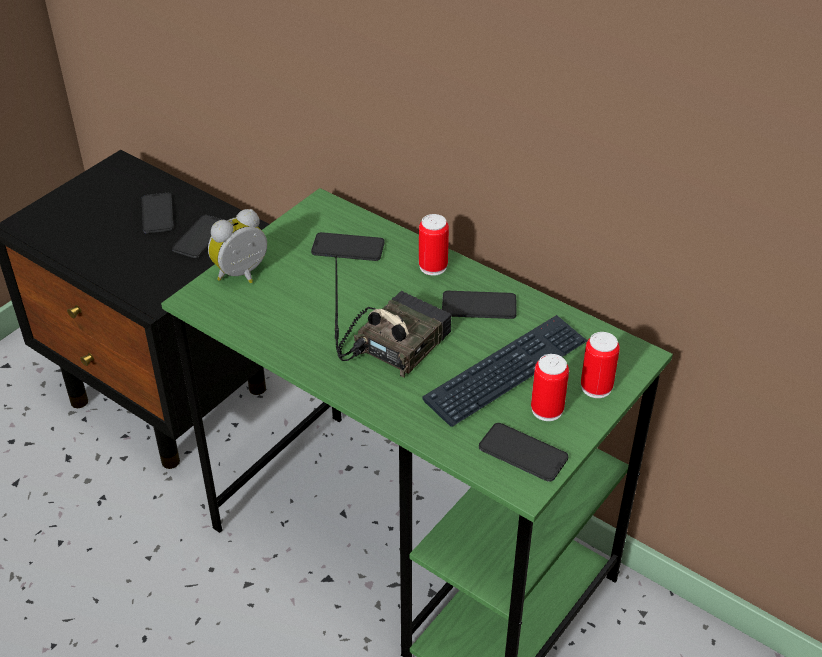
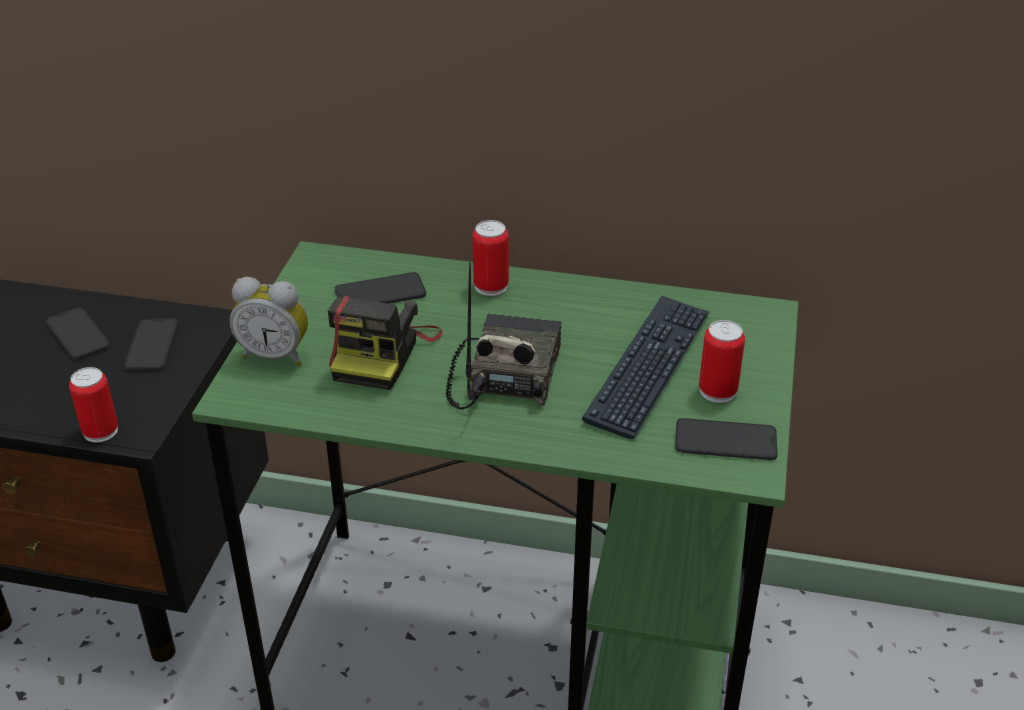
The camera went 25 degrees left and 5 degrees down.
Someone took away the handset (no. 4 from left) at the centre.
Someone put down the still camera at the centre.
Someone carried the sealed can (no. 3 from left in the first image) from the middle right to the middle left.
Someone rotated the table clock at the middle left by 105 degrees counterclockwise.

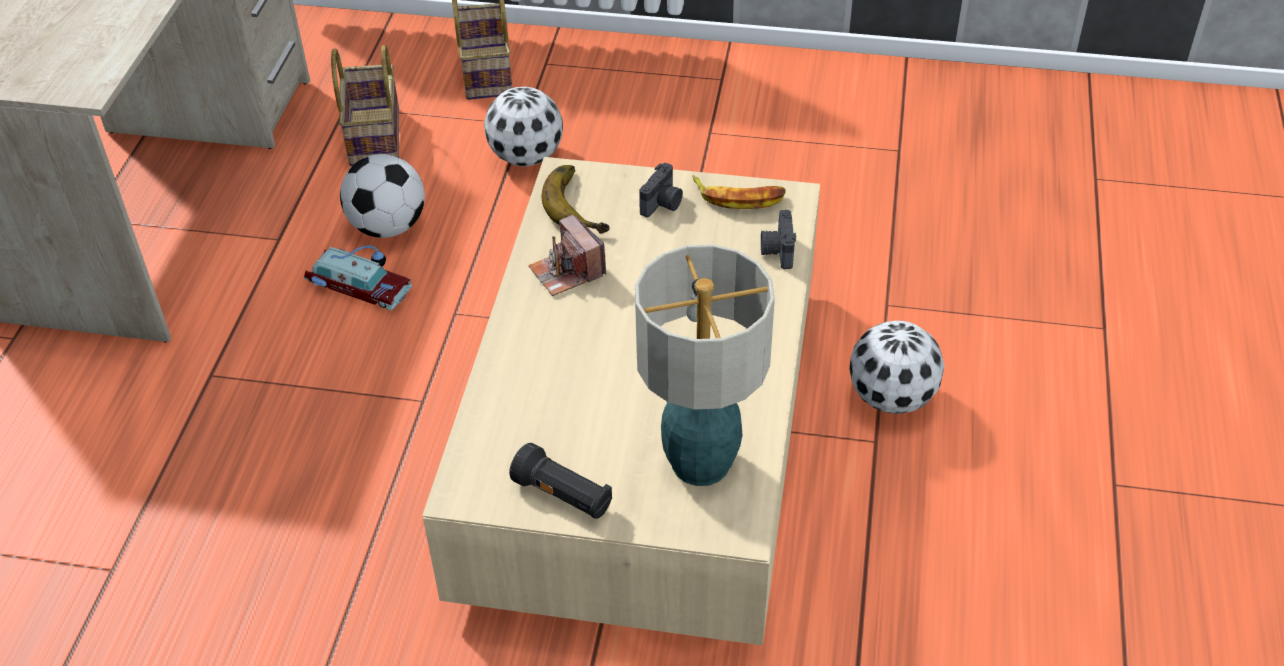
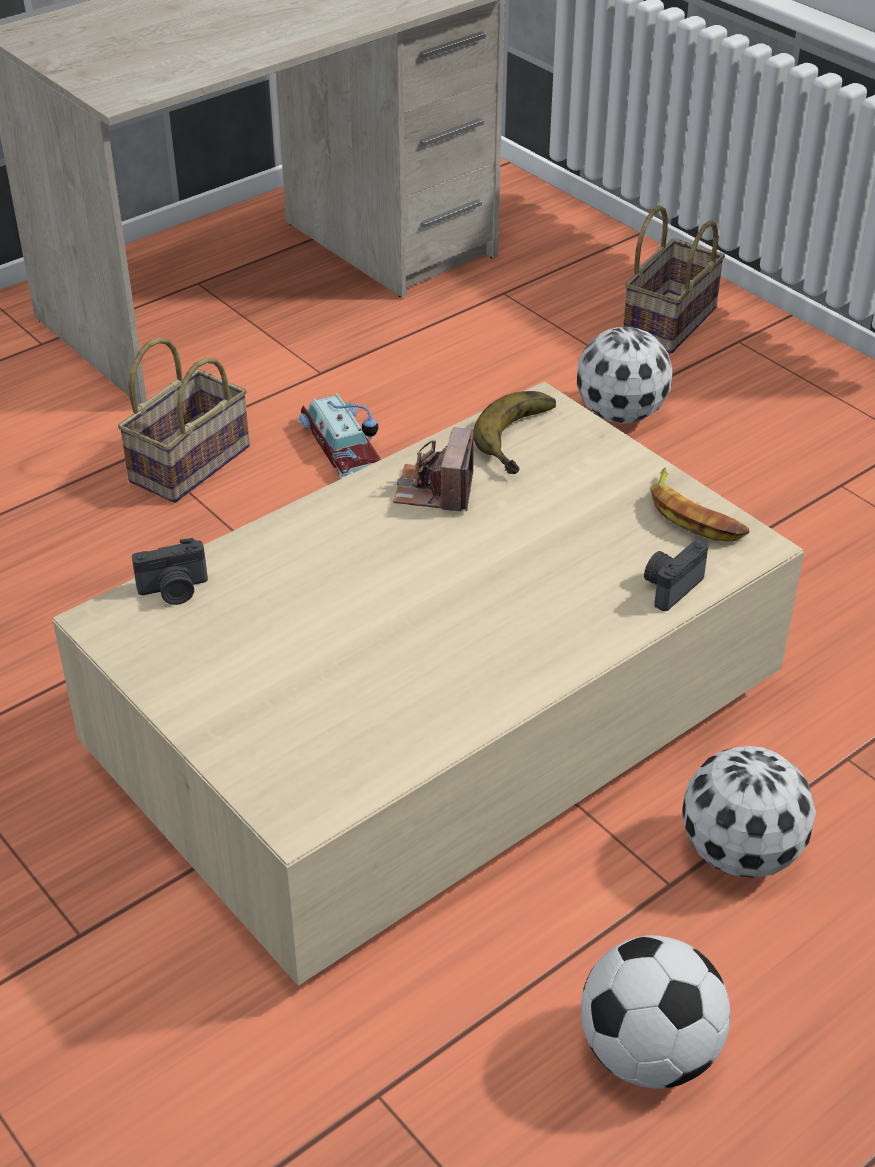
The camera went 40 degrees right and 5 degrees down.
Someone took away the torch in black at the bottom centre.
Someone took away the tabletop lamp at the centre.
Someone carried the storage basket (no. 1 from left) from the top left to the middle left.
Someone carried the ball for football (no. 1 from left in the first image) from the top left to the bottom right.
Someone carried the still camera (no. 2 from left in the first image) from the top centre to the middle left.

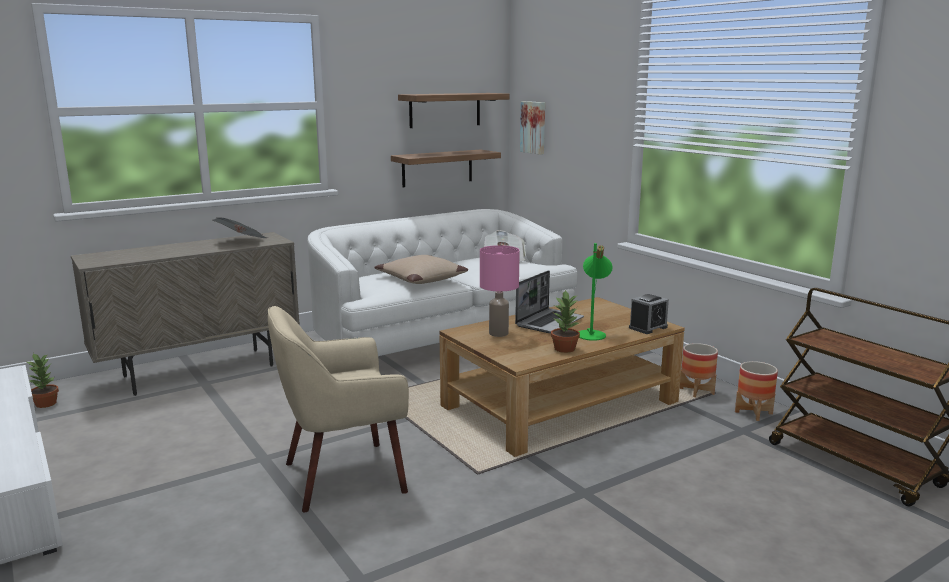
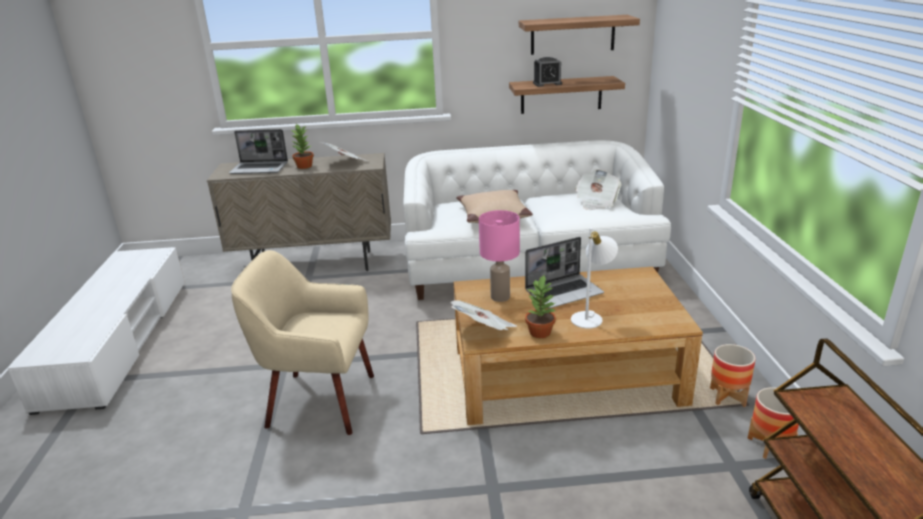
The camera went 30 degrees right and 10 degrees up.
Someone took away the wall art at the top centre.
Someone put down the portable computer (no. 1 from left) at the top left.
Someone put down the printed paper (no. 2 from left) at the centre.
Someone carried the plant in a pot (no. 1 from left) from the middle left to the top left.
Someone carried the table clock from the middle right to the top centre.
Someone repainted the tabletop lamp in greenish at the centre, which became the tabletop lamp in white at the centre.

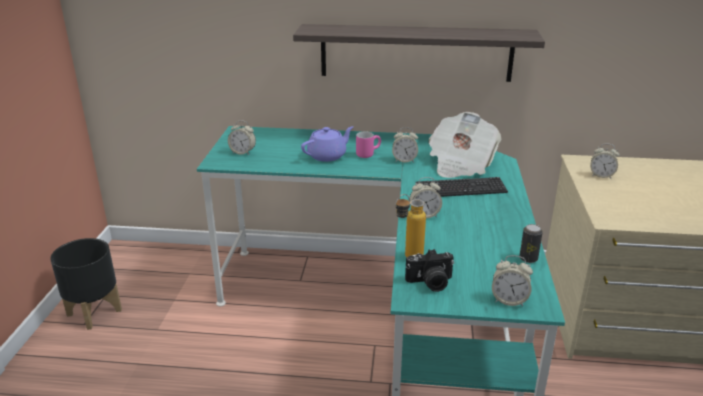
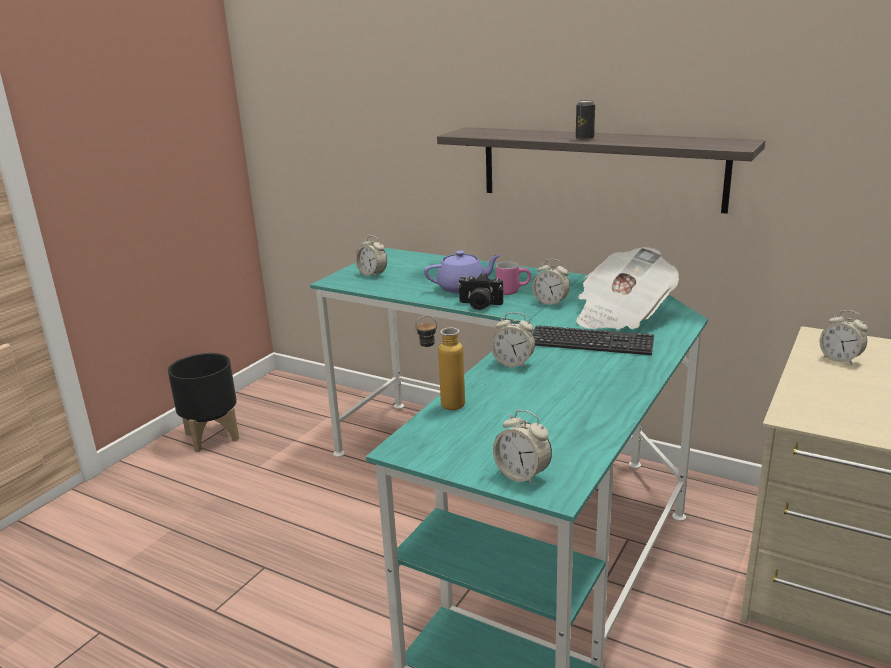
The camera went 25 degrees right and 5 degrees down.
Someone carried the still camera from the bottom centre to the centre.
Someone carried the sealed can from the middle right to the top centre.

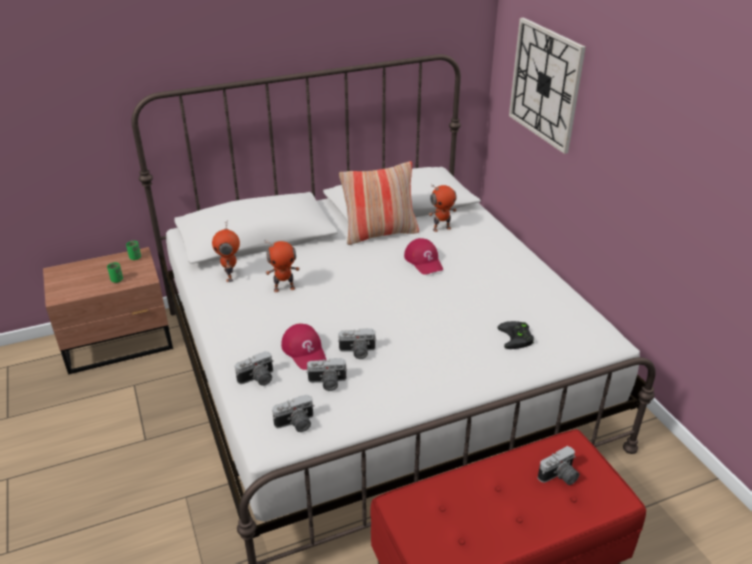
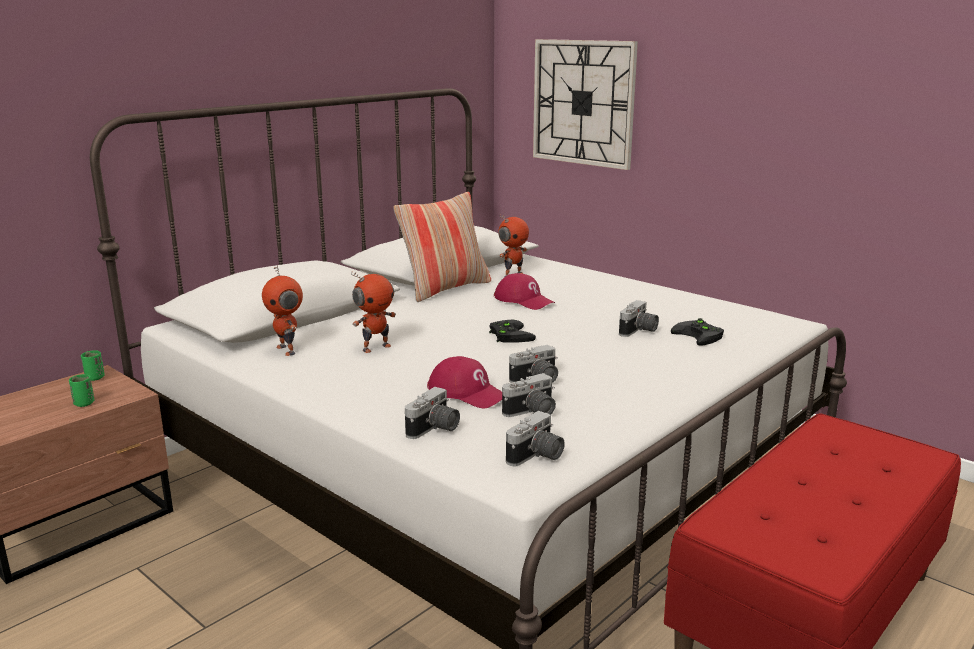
The camera went 25 degrees left and 15 degrees down.
Someone put down the game controller in black (no. 1 from left) at the centre.
Someone carried the still camera (no. 5 from left) from the bottom right to the centre.

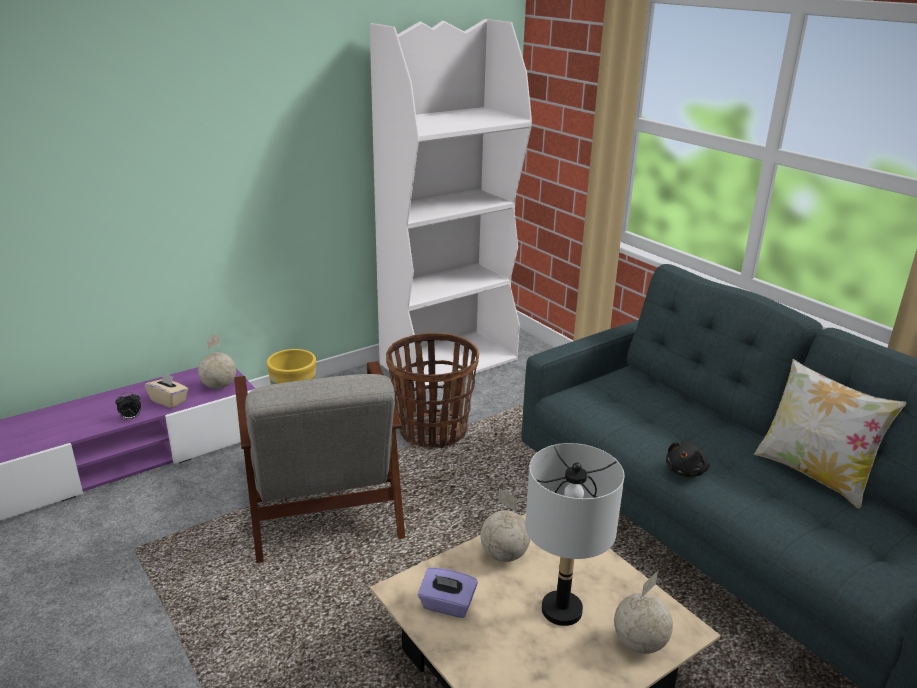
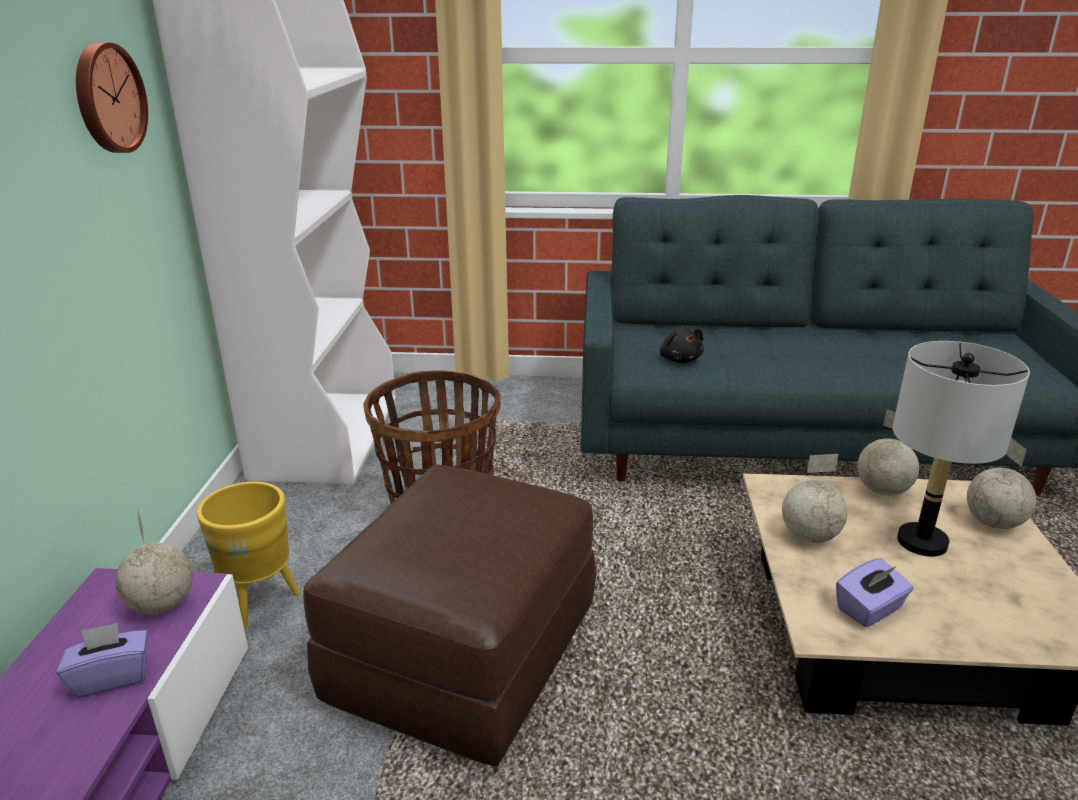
The camera went 50 degrees left and 0 degrees up.
Someone took away the table clock at the middle left.
Someone took away the pillow at the middle right.
Someone put up the wall clock at the top left.
Someone put down the globe (no. 3 from left) at the middle right.
Someone carried the plush toy in black from the bottom right to the centre.
Someone swapped the easy chair in grey at the bottom centre for the ottoman in brown at the bottom centre.
Someone repainted the tissue holder in beige-coloured at the middle left, which became the tissue holder in purplish (no. 1 from left) at the bottom left.

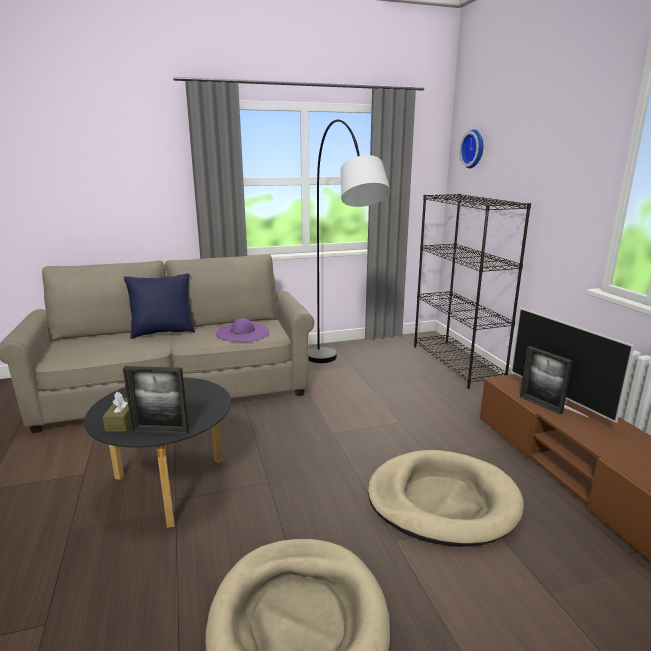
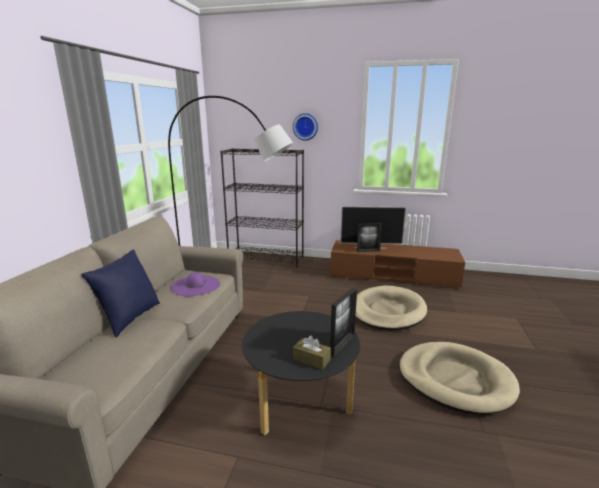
The camera went 60 degrees left and 0 degrees up.
Someone carried the wall clock from the top right to the top centre.

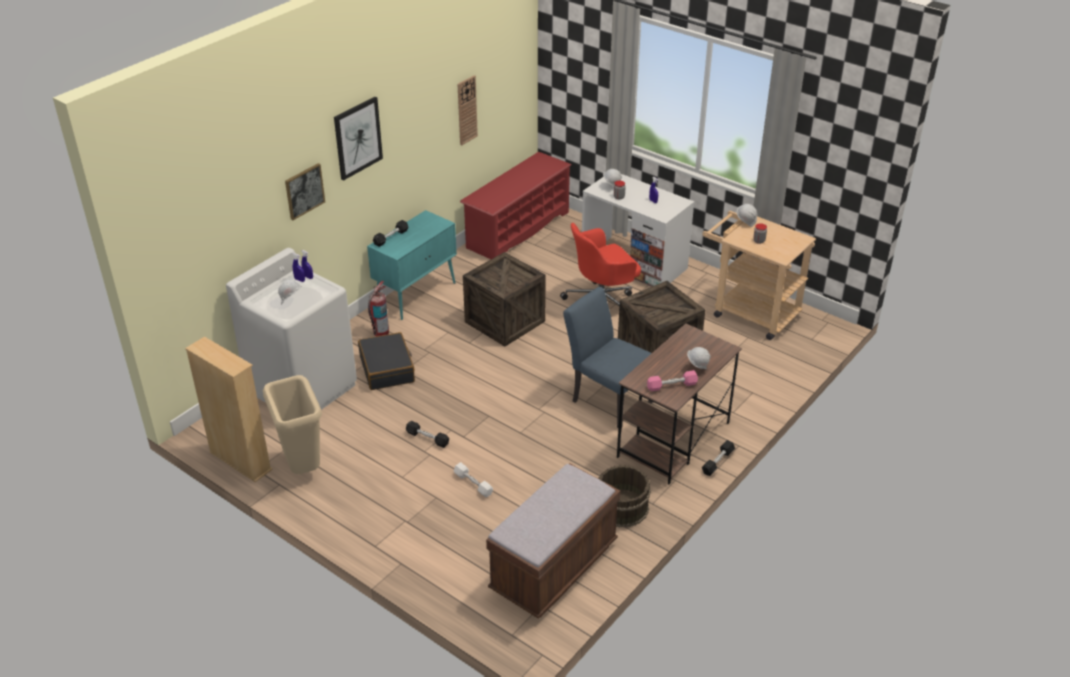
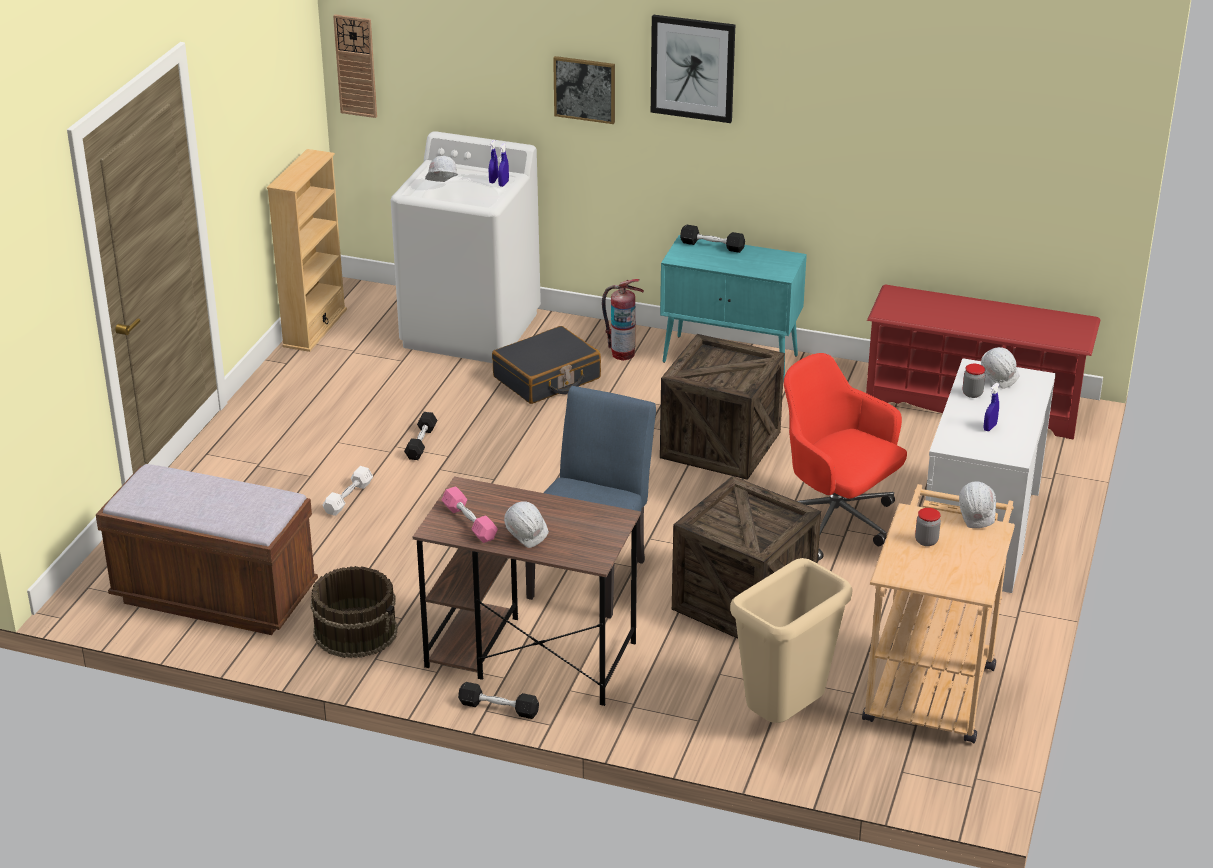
The camera went 70 degrees right and 5 degrees down.
Someone carried the waste bin in beige-coloured from the middle left to the bottom centre.
Someone carried the wall clock from the top centre to the top left.

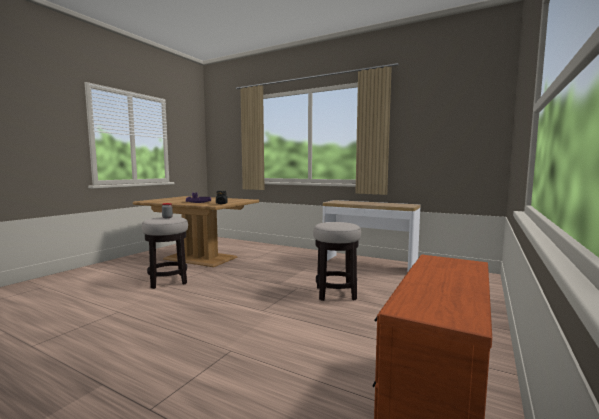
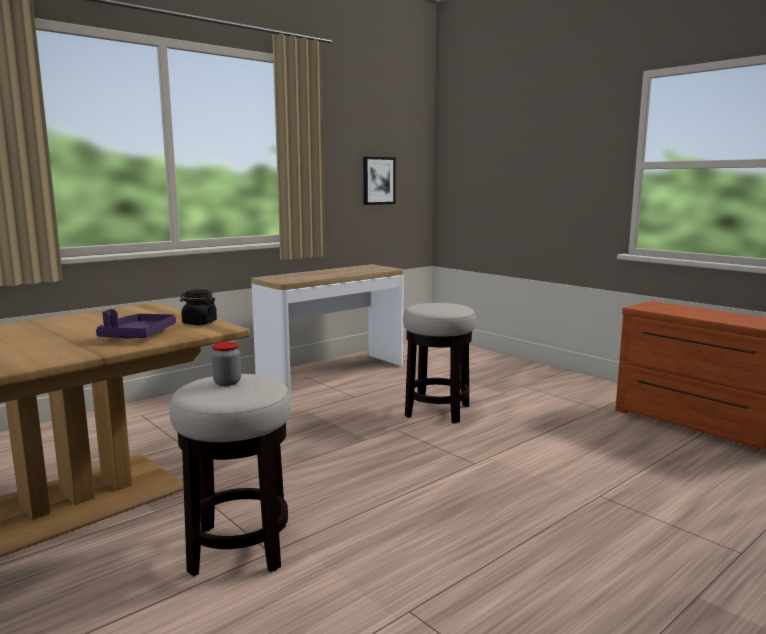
The camera went 70 degrees left and 5 degrees up.
Someone put up the wall art at the top centre.

